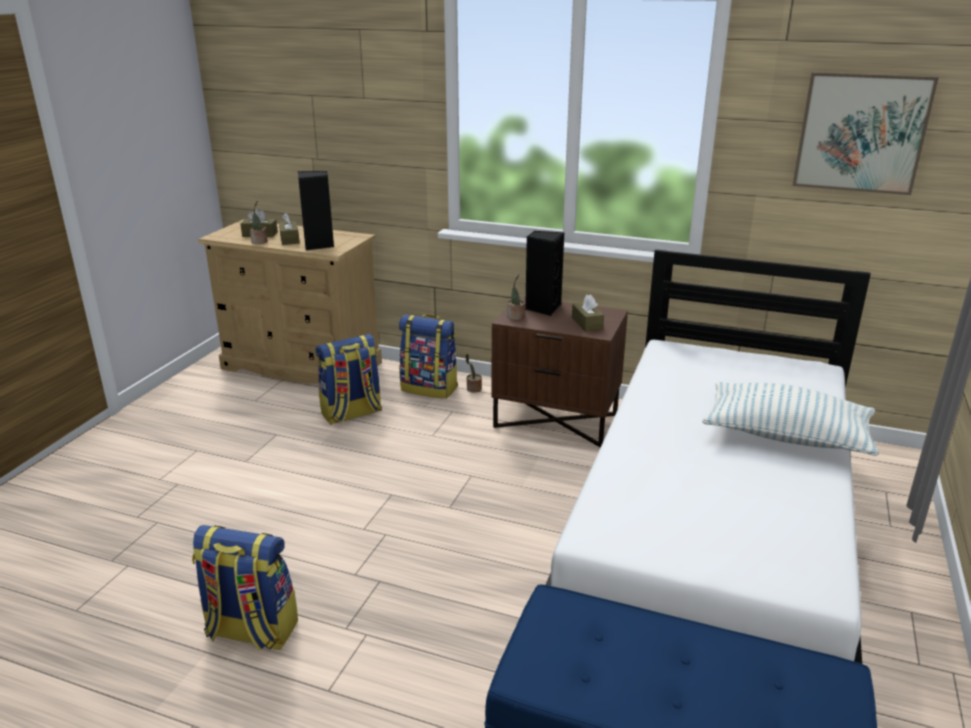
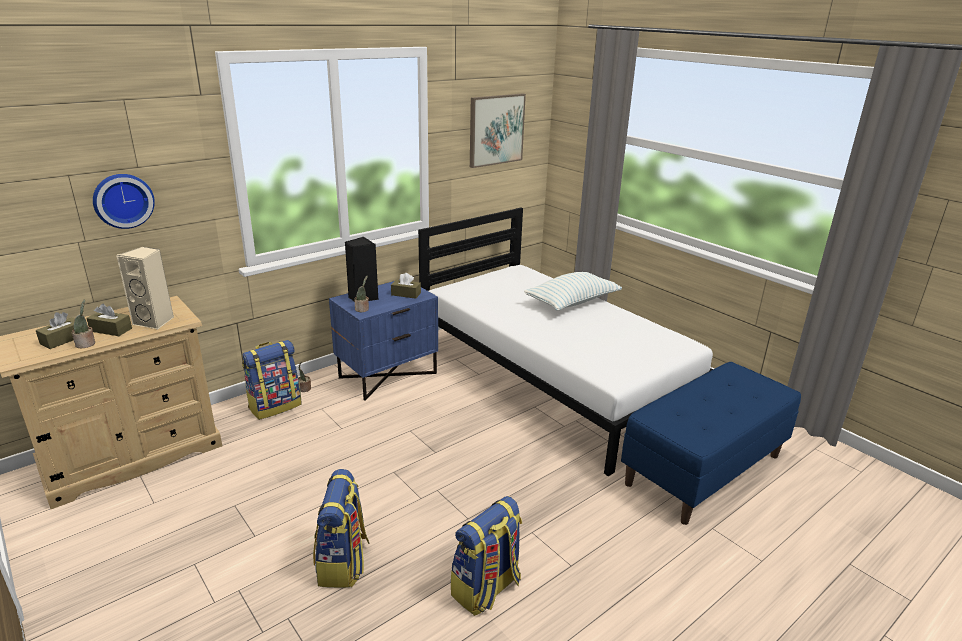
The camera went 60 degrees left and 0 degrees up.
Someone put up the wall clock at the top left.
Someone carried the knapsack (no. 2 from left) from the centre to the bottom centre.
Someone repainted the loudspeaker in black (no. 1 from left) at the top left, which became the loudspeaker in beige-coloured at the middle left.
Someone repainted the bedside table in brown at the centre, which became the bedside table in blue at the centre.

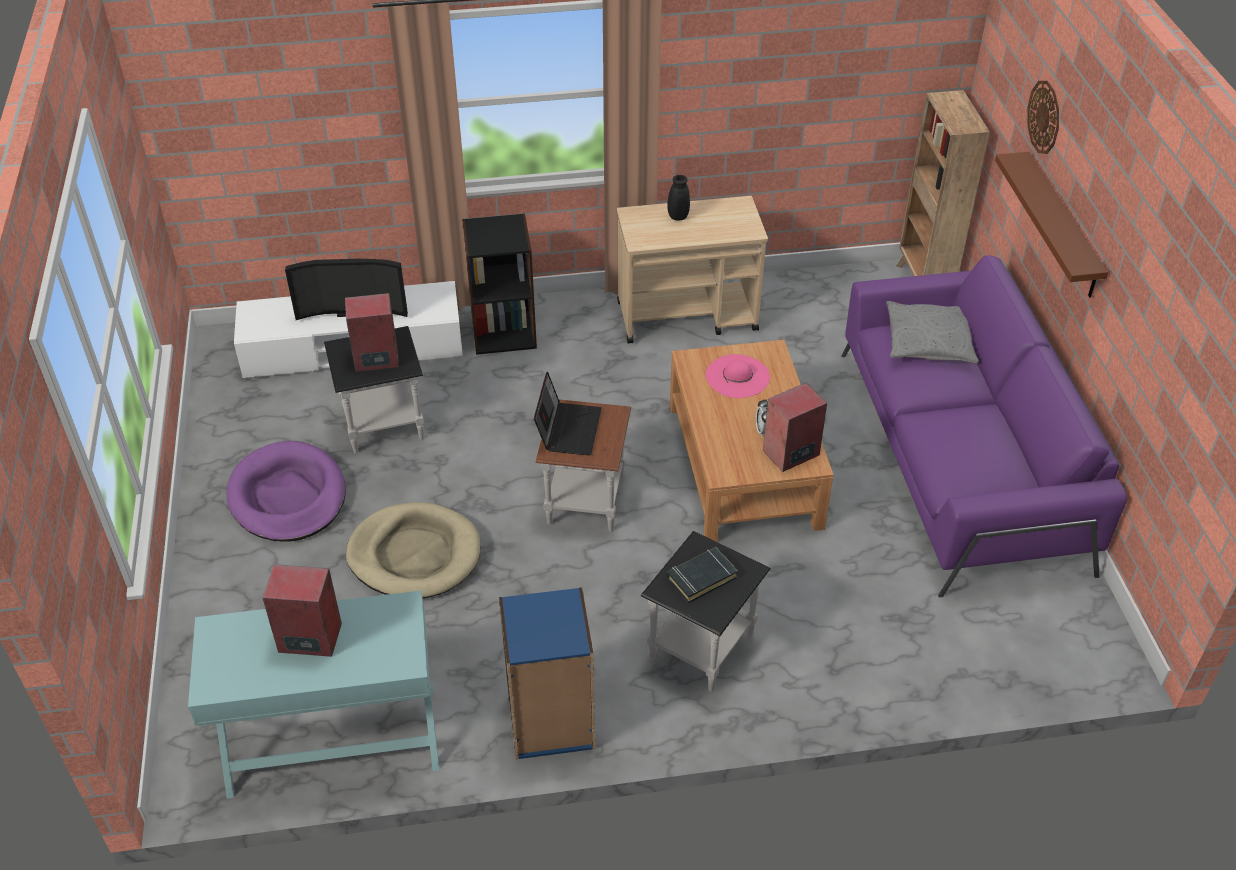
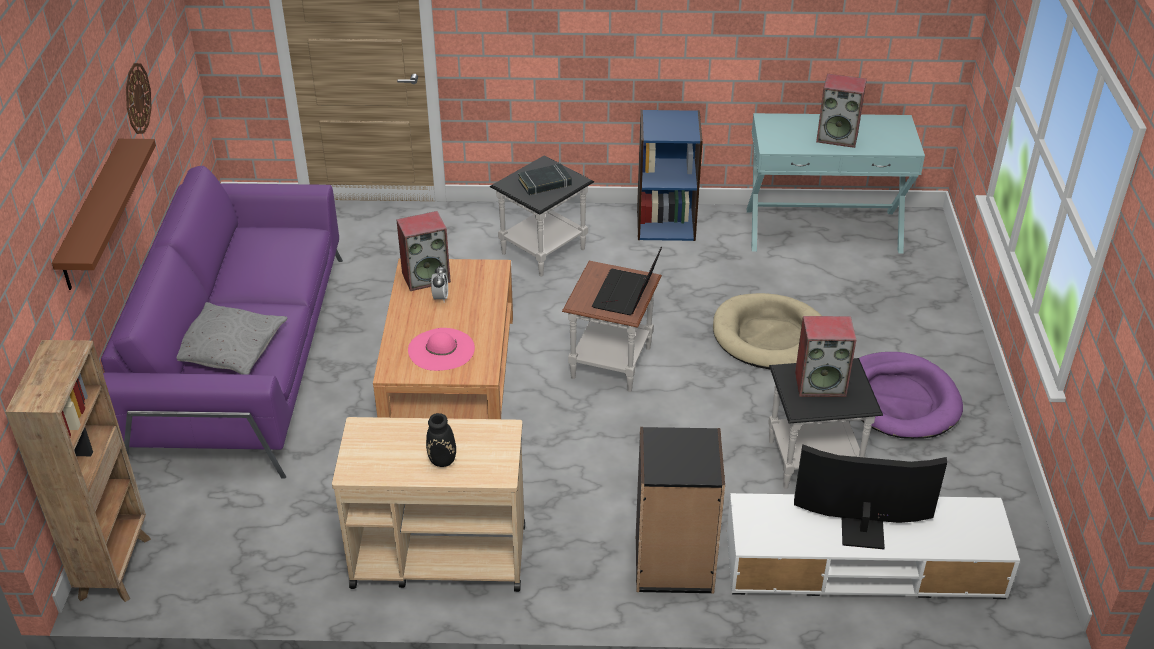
The camera went 170 degrees left and 5 degrees down.
Someone carried the wall clock from the top right to the top left.

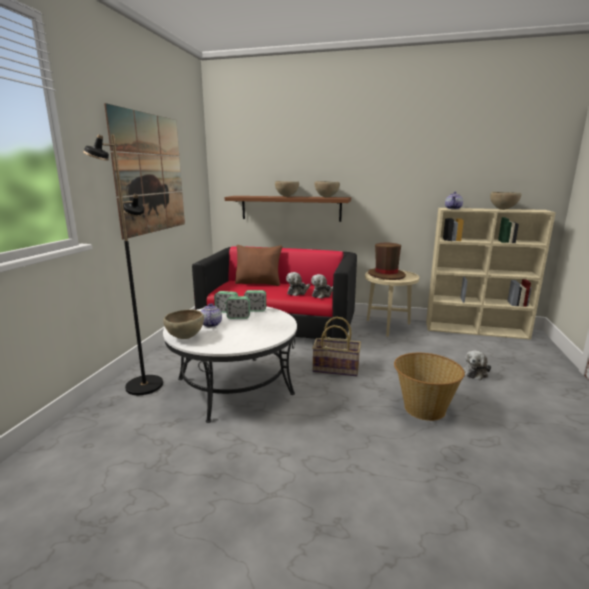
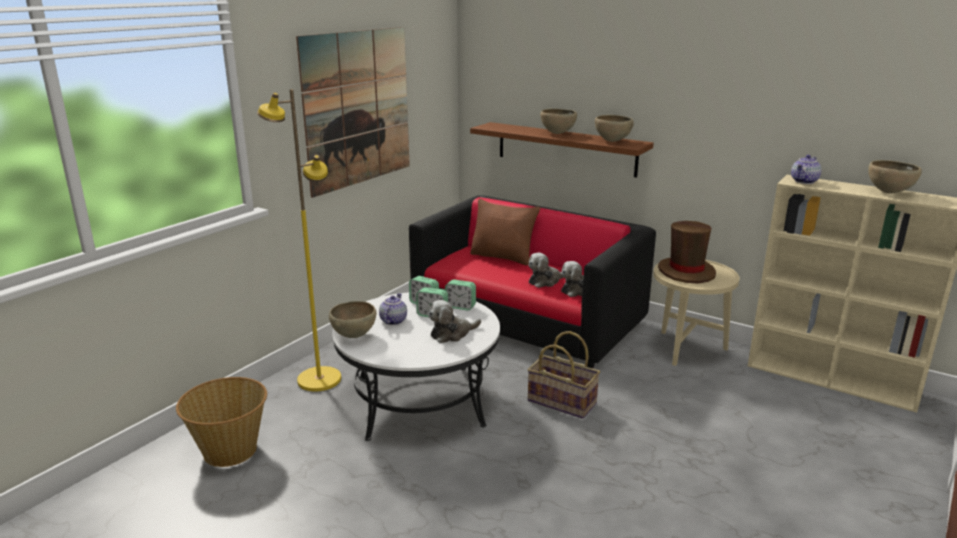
The camera went 20 degrees right and 5 degrees up.
Someone carried the storage basket (no. 2 from left in the first image) from the middle right to the bottom left.
Someone carried the plush toy (no. 3 from left in the first image) from the middle right to the centre.
Someone repainted the floor lamp in black at the middle left, which became the floor lamp in yellow at the middle left.

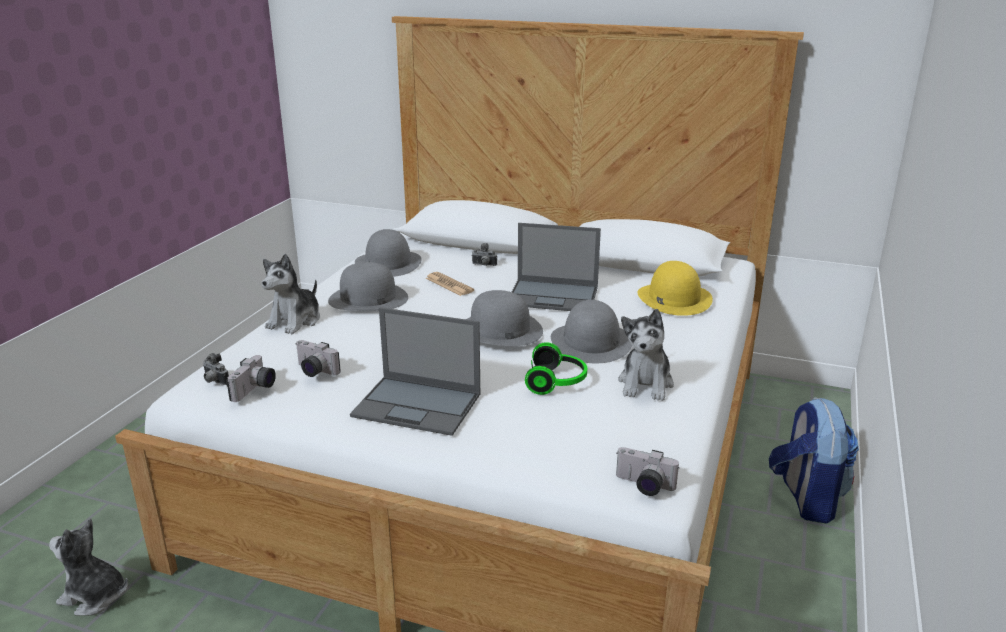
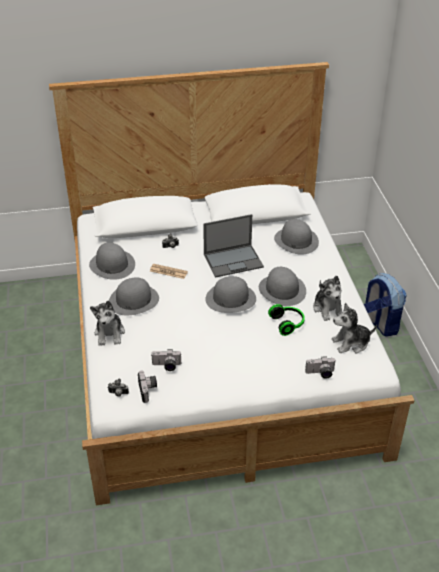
The camera went 30 degrees left and 15 degrees up.
Someone took away the portable computer (no. 1 from left) at the centre.
Someone carried the plush toy (no. 1 from left in the first image) from the bottom left to the middle right.
Someone carried the still camera (no. 5 from left) from the bottom centre to the middle right.
Someone repainted the clothing hat in yellow at the middle right, which became the clothing hat in grey (no. 5 from left) at the middle right.

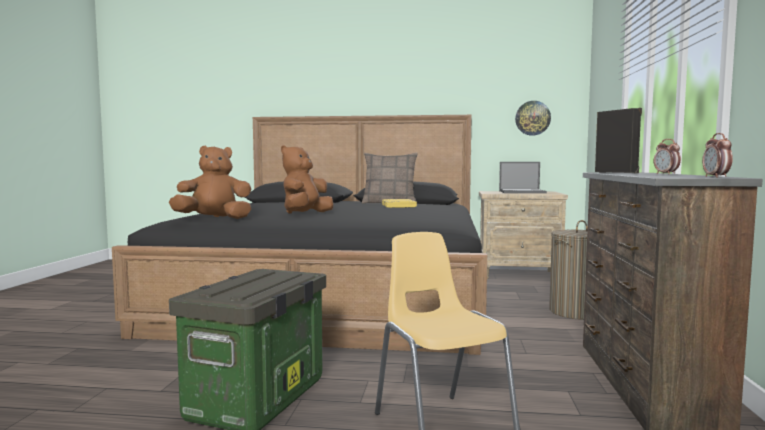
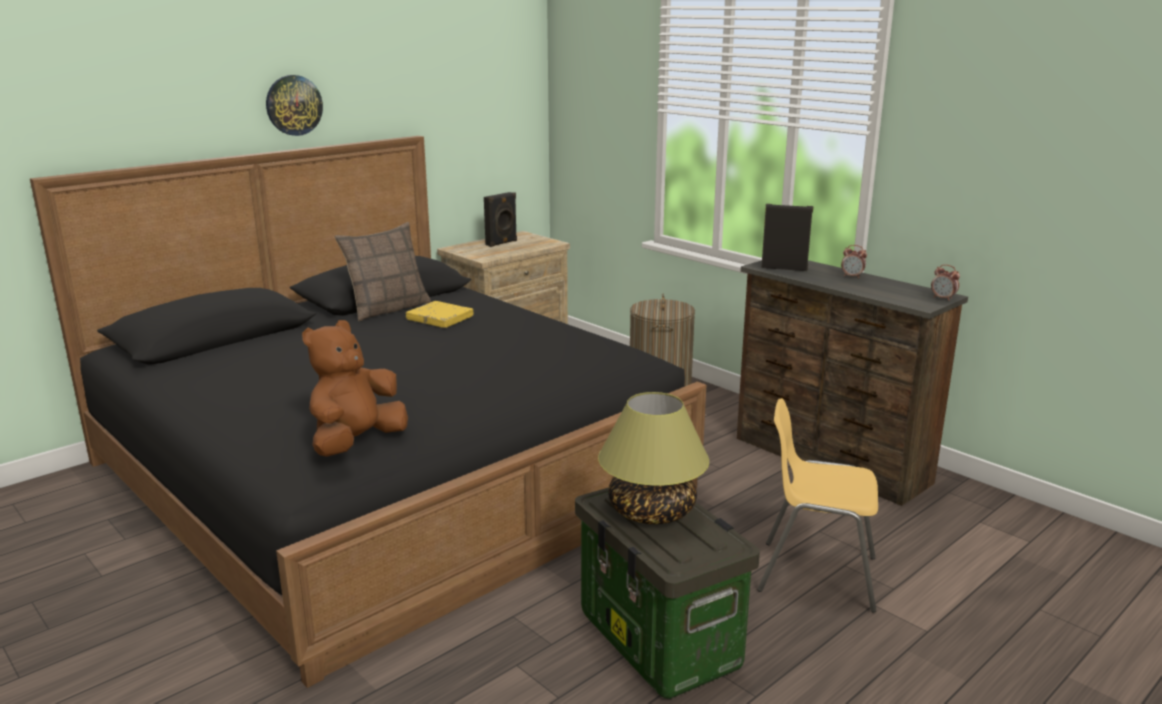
The camera went 50 degrees left and 15 degrees up.
Someone took away the plush toy in brown (no. 2 from left) at the centre.
Someone put down the tabletop lamp at the centre.
Someone carried the wall clock from the top right to the top left.
Someone swapped the portable computer at the middle right for the loudspeaker in black (no. 1 from left) at the top centre.

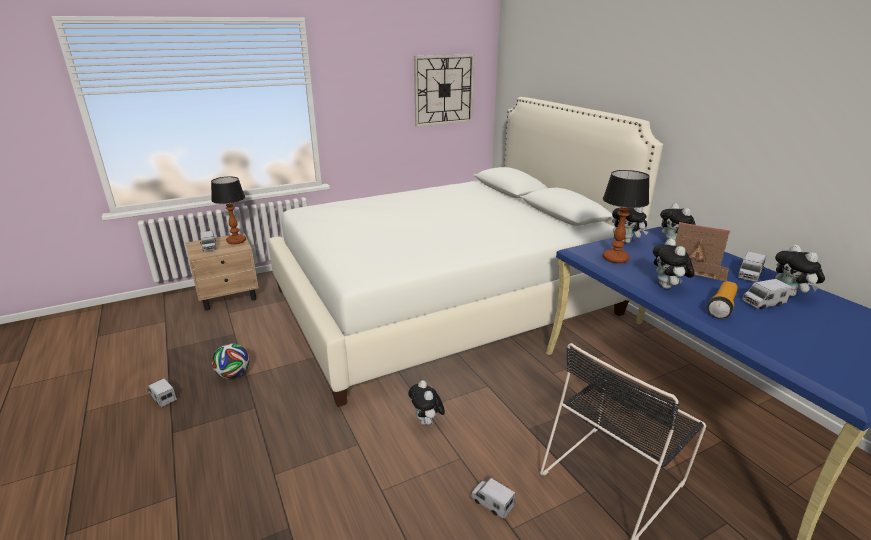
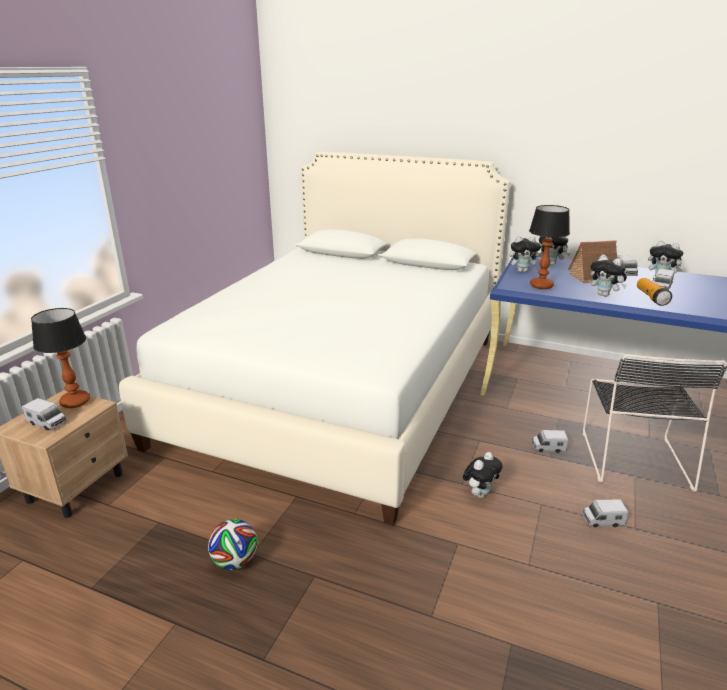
The camera went 40 degrees left and 0 degrees up.
Someone took away the wall clock at the top centre.
Someone carried the toy truck (no. 1 from left in the first image) from the bottom left to the middle right.
Someone rotated the plush toy (no. 1 from left) at the bottom centre by 75 degrees counterclockwise.

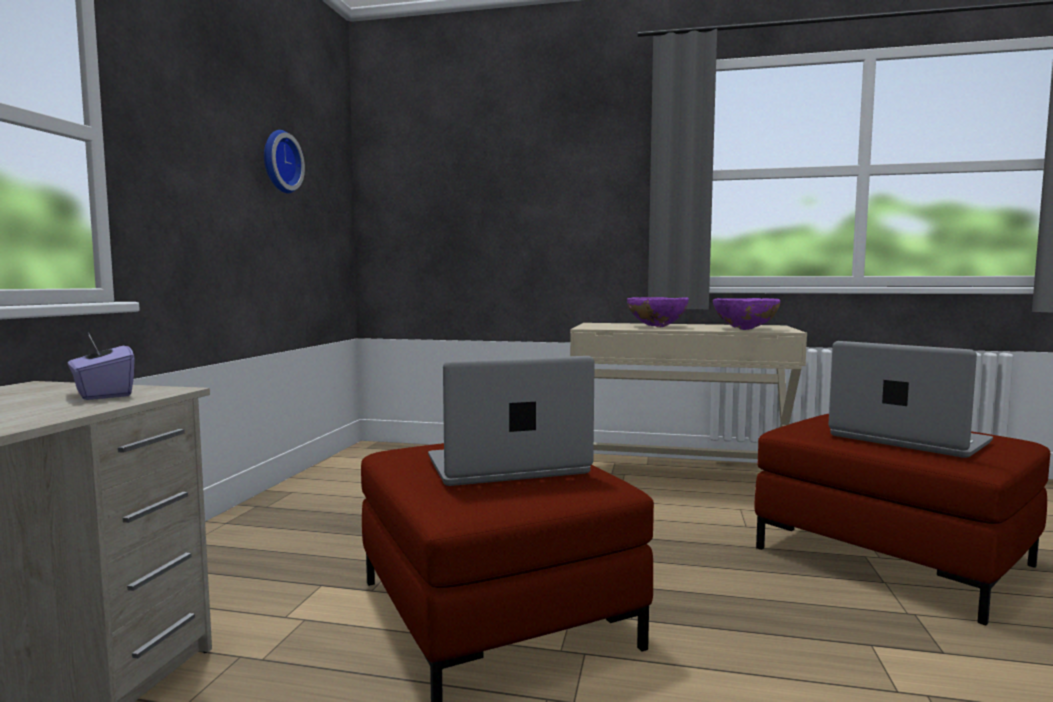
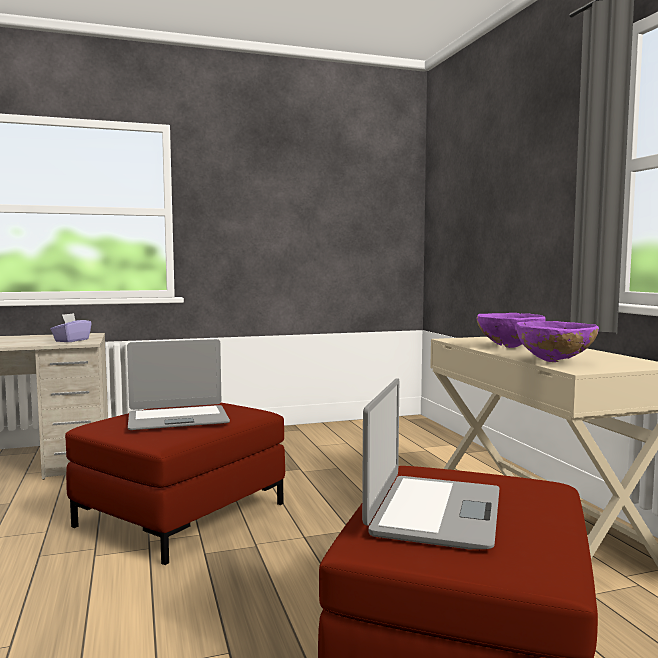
The camera went 60 degrees right and 0 degrees up.
Someone took away the wall clock at the top left.
Someone rotated the portable computer (no. 1 from left) at the centre by 120 degrees clockwise.

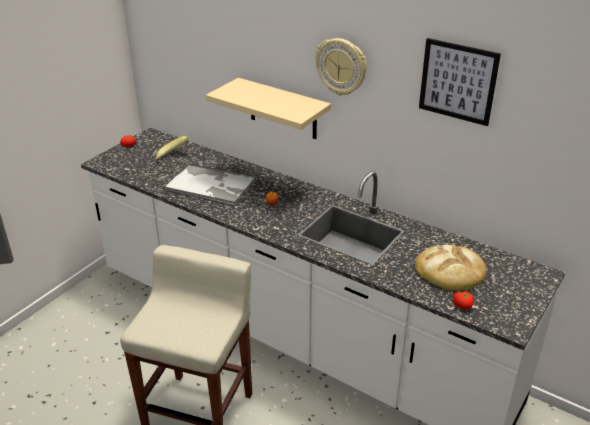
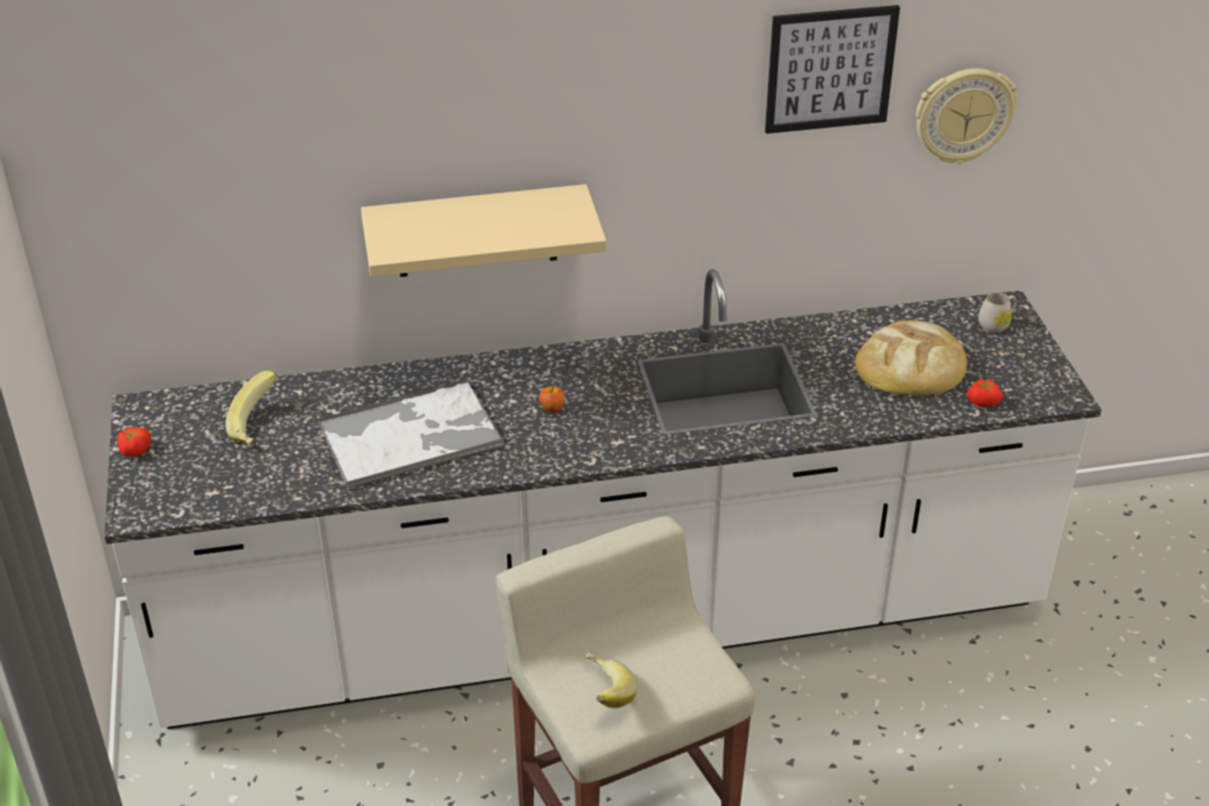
The camera went 45 degrees left and 5 degrees up.
Someone put down the banana fruit (no. 2 from left) at the bottom centre.
Someone put down the coffee mug in white at the middle right.
Someone carried the wall clock from the top centre to the top right.

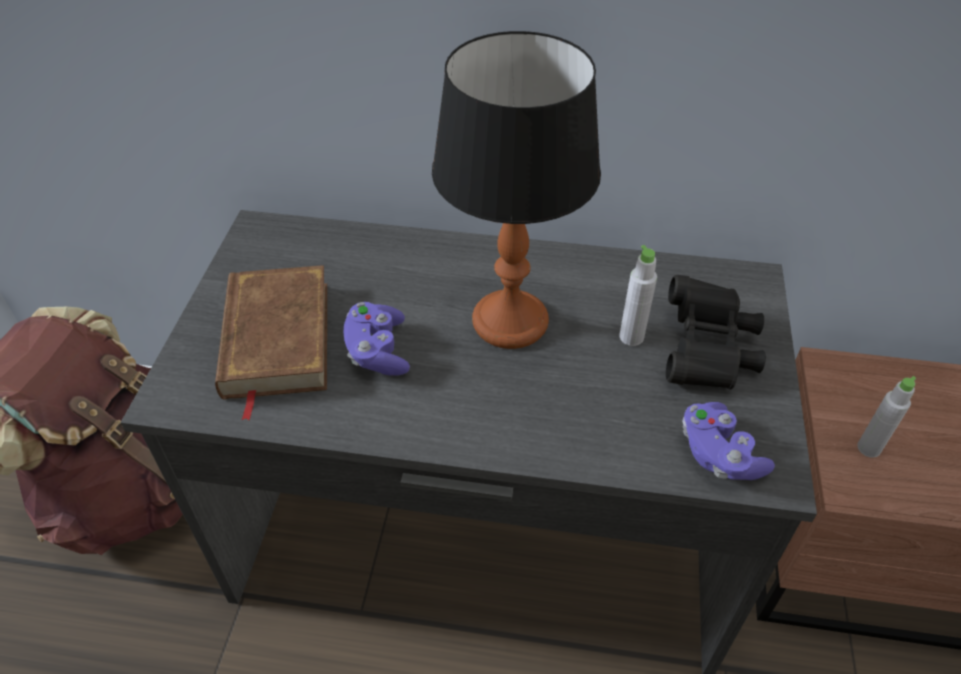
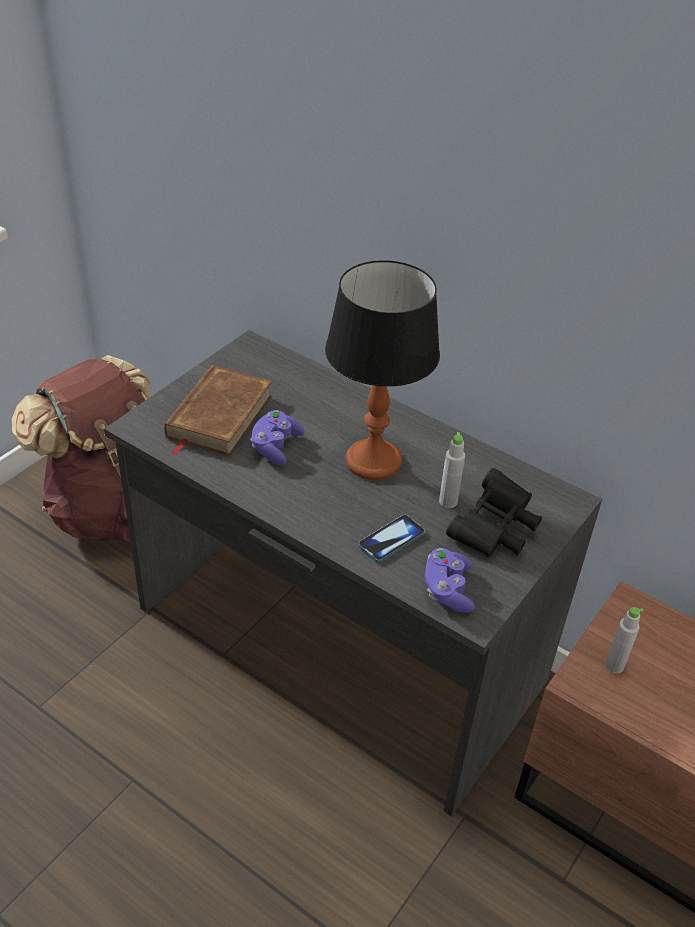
The camera went 25 degrees right and 5 degrees down.
Someone put down the handset at the centre.

